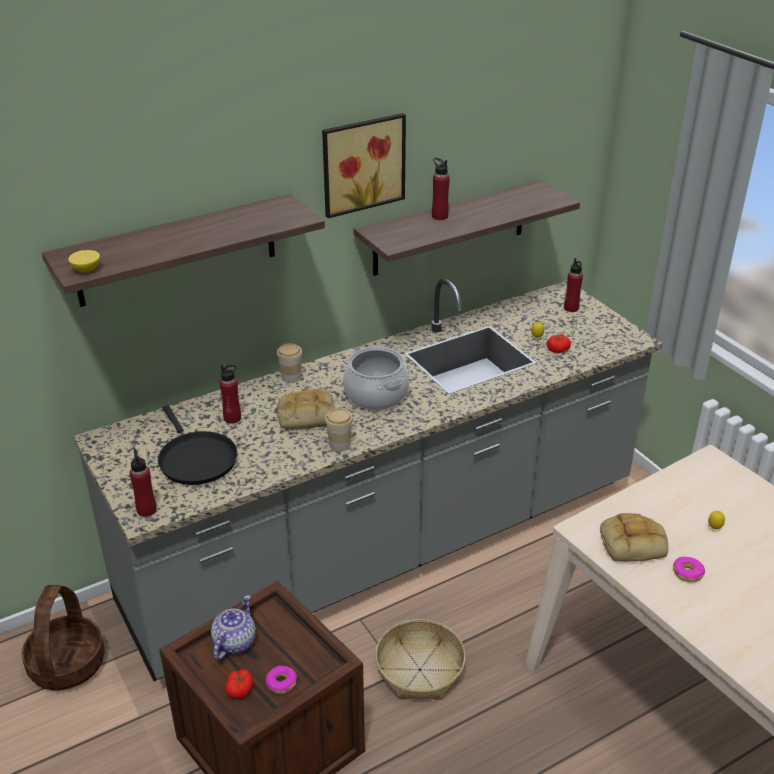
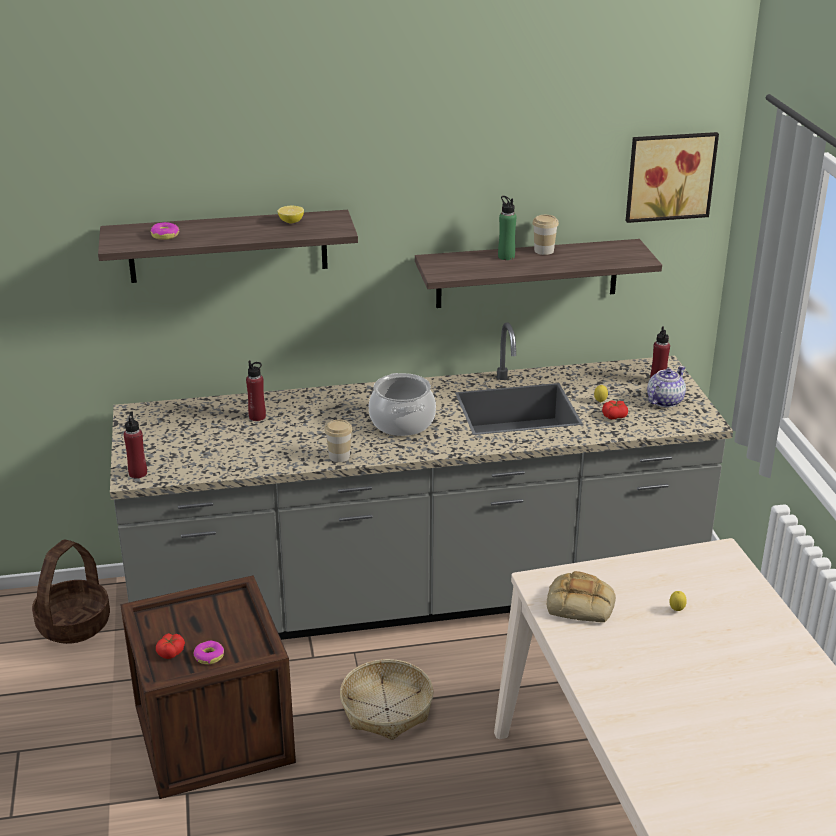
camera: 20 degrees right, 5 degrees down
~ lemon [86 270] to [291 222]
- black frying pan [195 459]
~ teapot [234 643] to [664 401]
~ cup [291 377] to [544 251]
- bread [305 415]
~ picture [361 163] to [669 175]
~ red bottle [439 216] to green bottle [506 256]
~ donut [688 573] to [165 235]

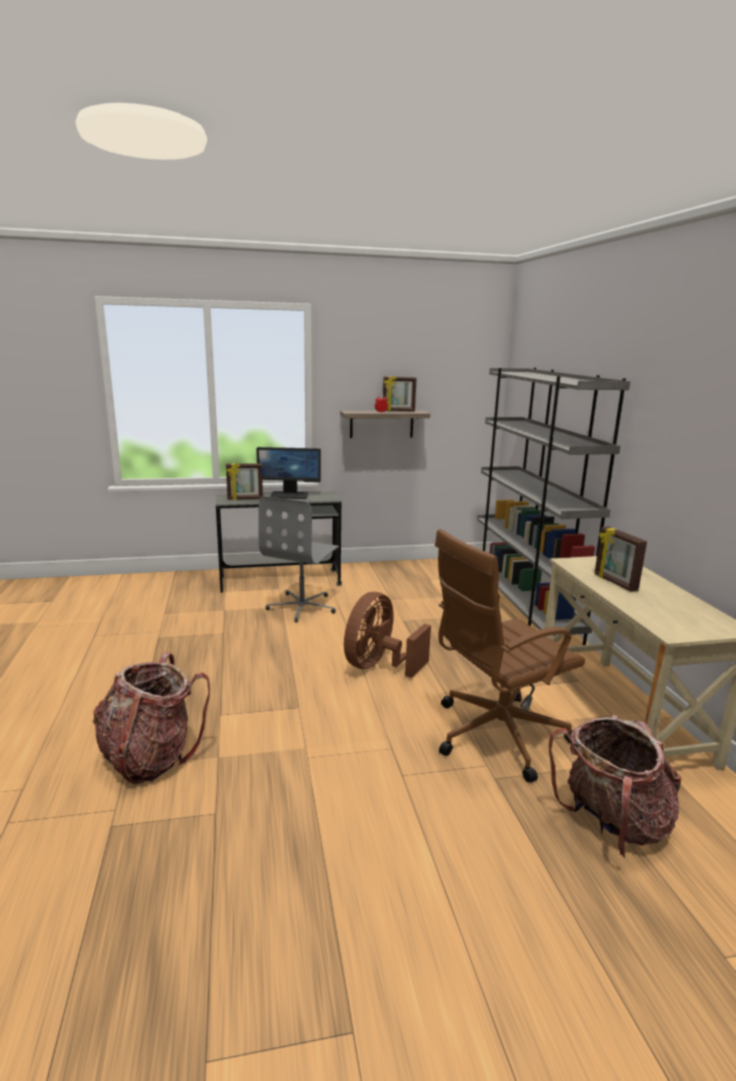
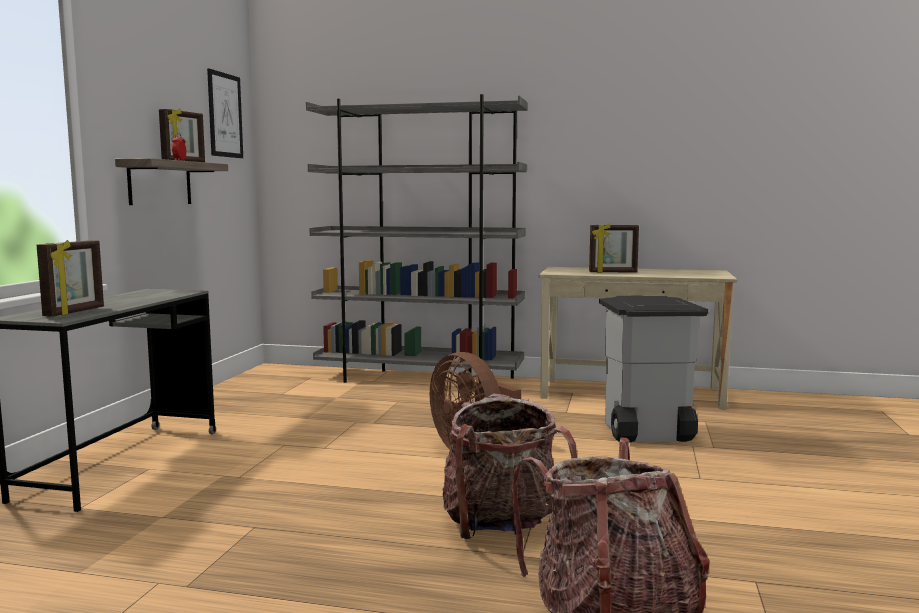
camera: 65 degrees left, 10 degrees down
- monitor [289 495]
- grey office chair [302 607]
~ brown office chair [495 735] to grey trash can [646 434]
~ backpack [611 823] to [502 526]
+ picture [225 115]

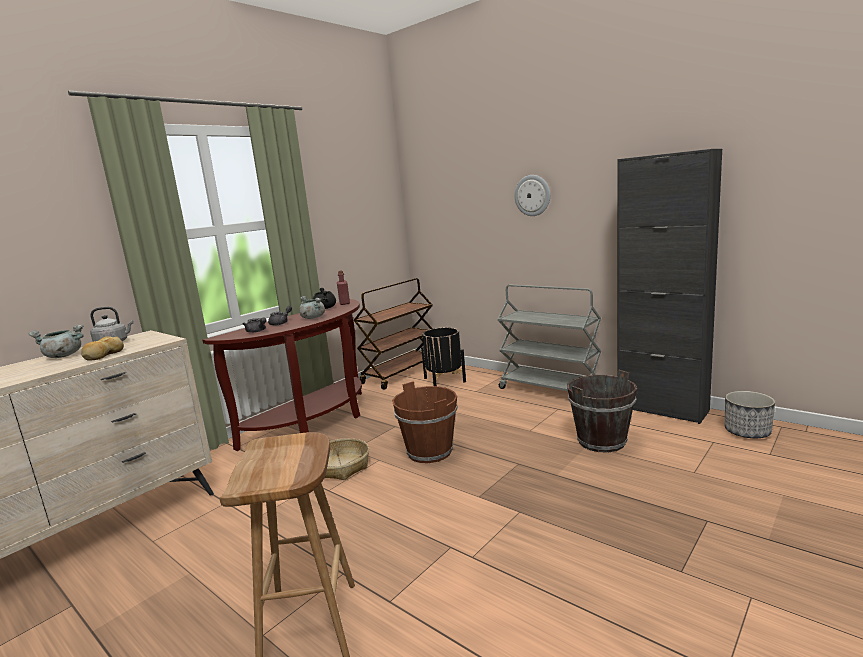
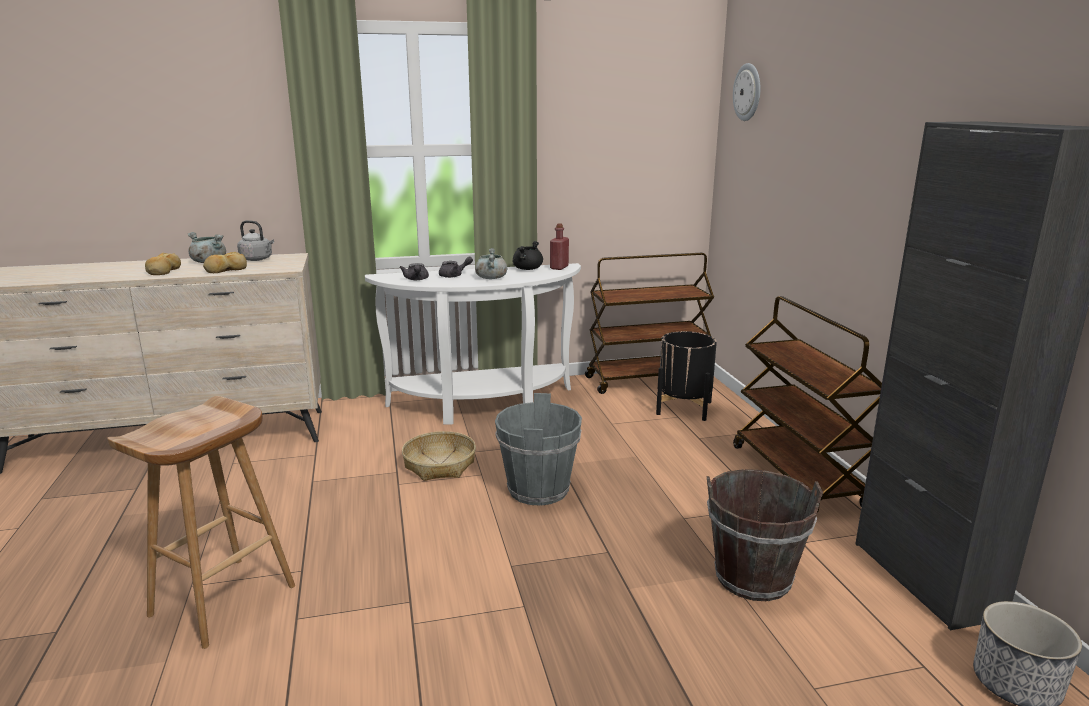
camera: 35 degrees right, 5 degrees up
~ brown console table [315 423] to white console table [483 406]
~ brown bucket [430 452] to grey bucket [539 490]
~ grey cart [550 390] to brown cart [798 476]
~ wall clock [532 195] to [748 92]
+ bread [163 271]

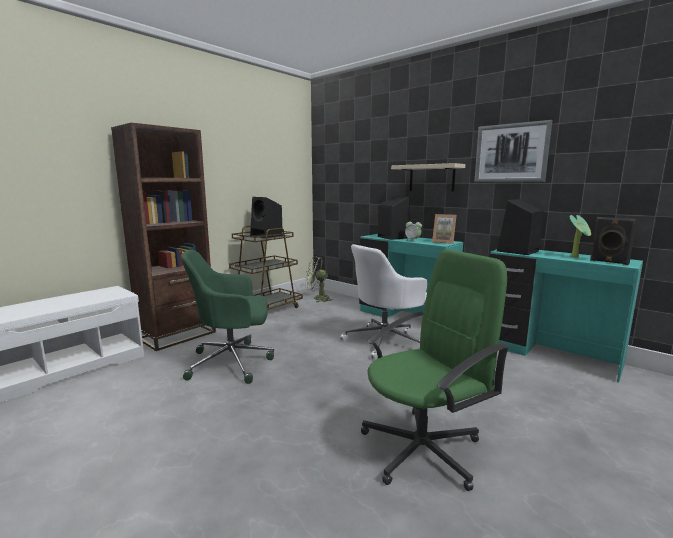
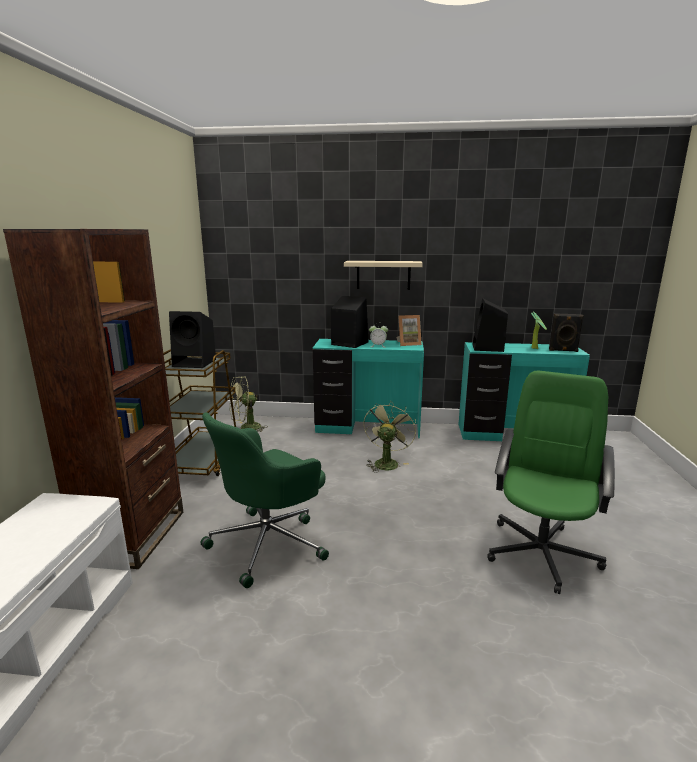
camera: 35 degrees left, 5 degrees up
~ white office chair [385 342] to green fan [386 462]
- picture [511 153]

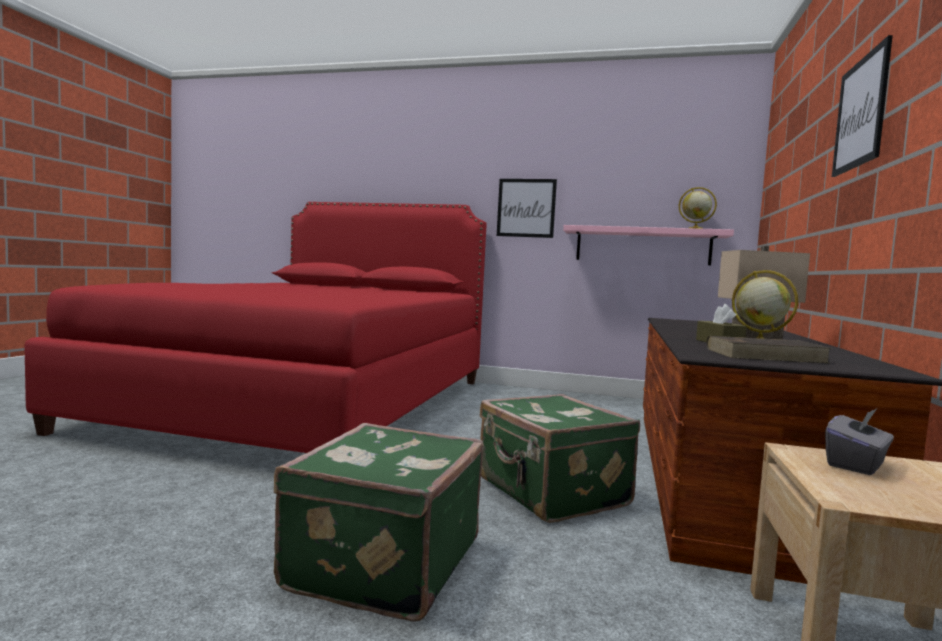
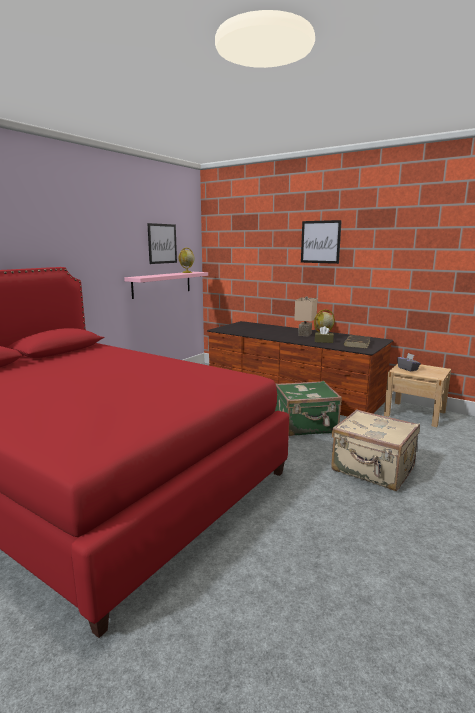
camera: 70 degrees left, 10 degrees up
~ green suitcase [380 563] to beige suitcase [373 470]
~ picture [526 208] to [162 243]

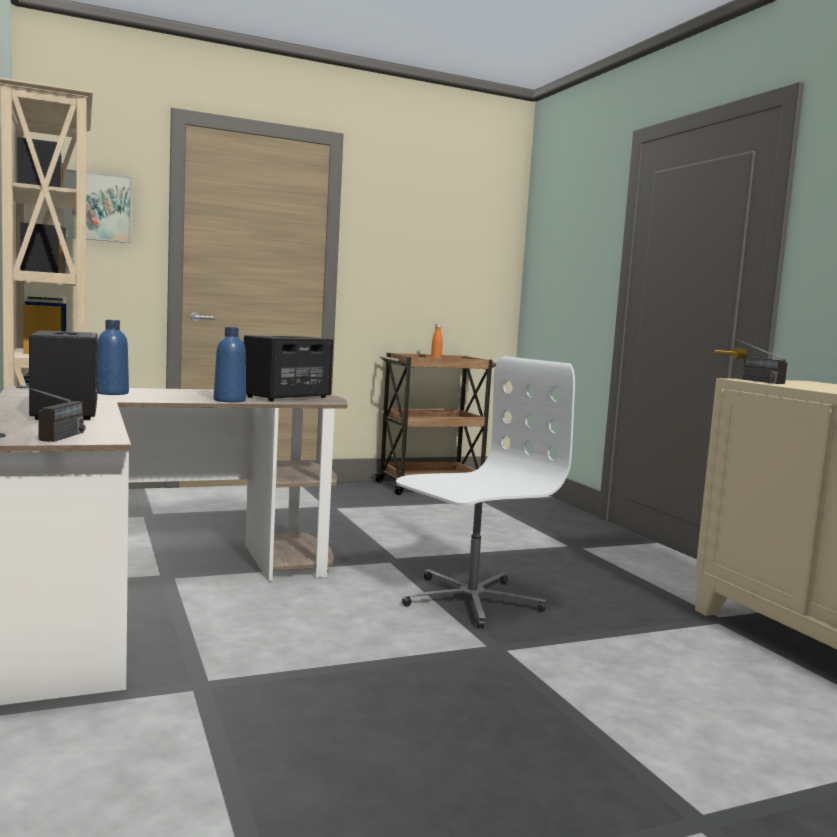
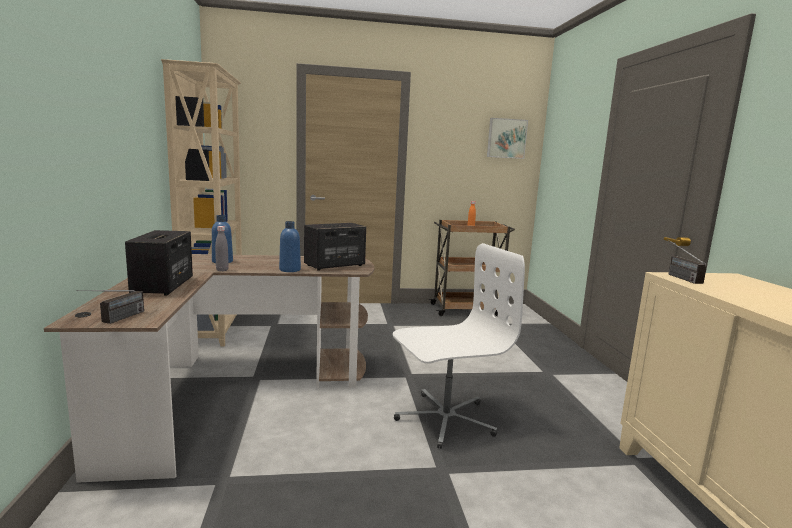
camera: 15 degrees right, 5 degrees up
~ picture [96 207] to [506 138]
+ grey bottle [222 270]

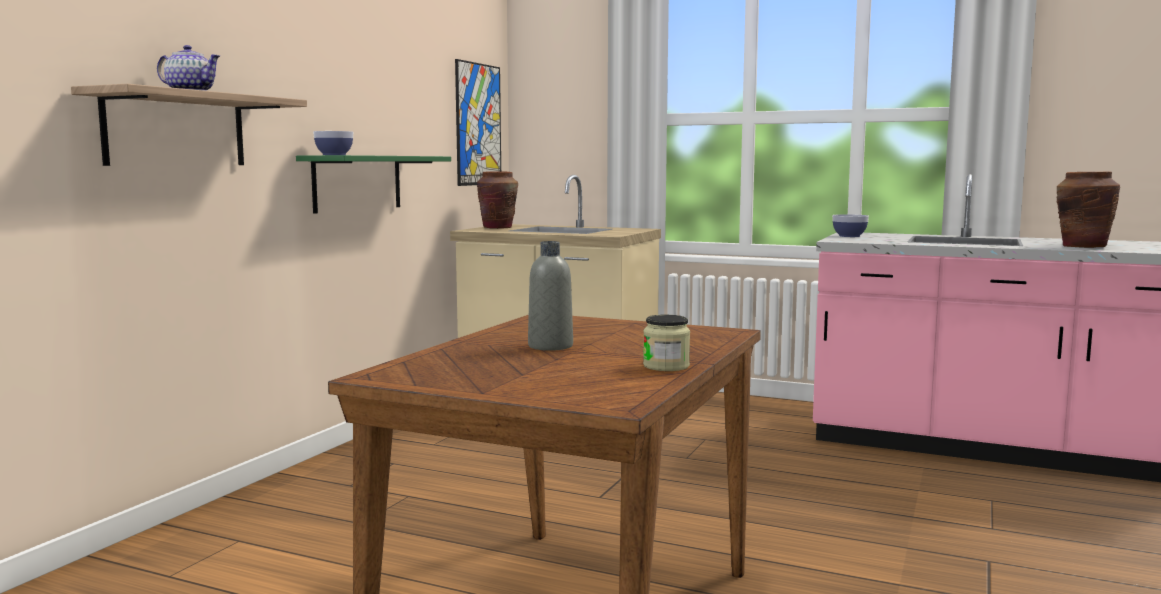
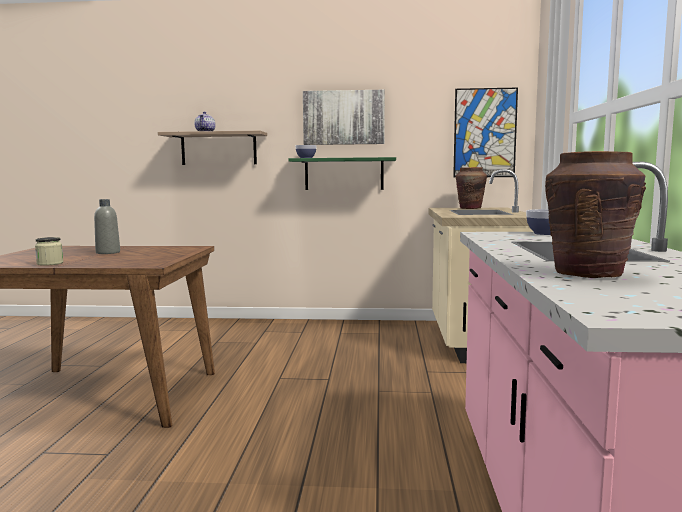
camera: 70 degrees right, 0 degrees up
+ picture [343 117]

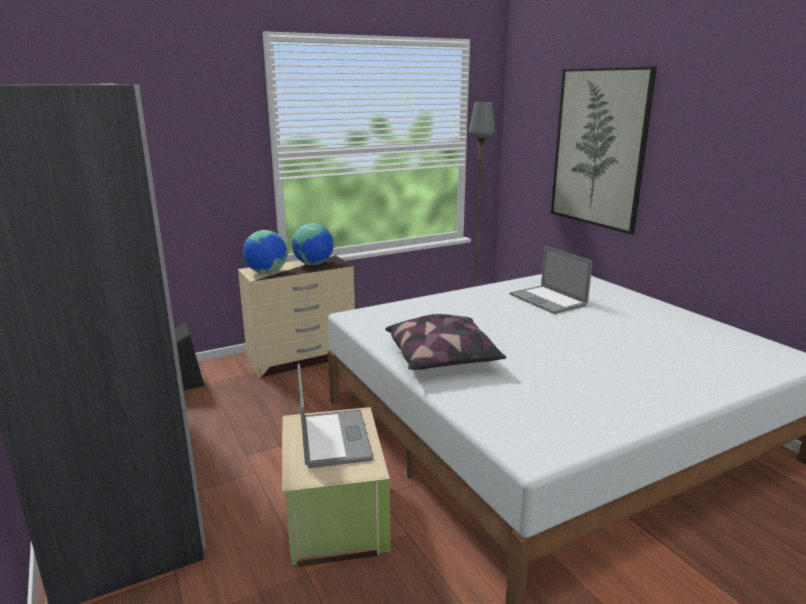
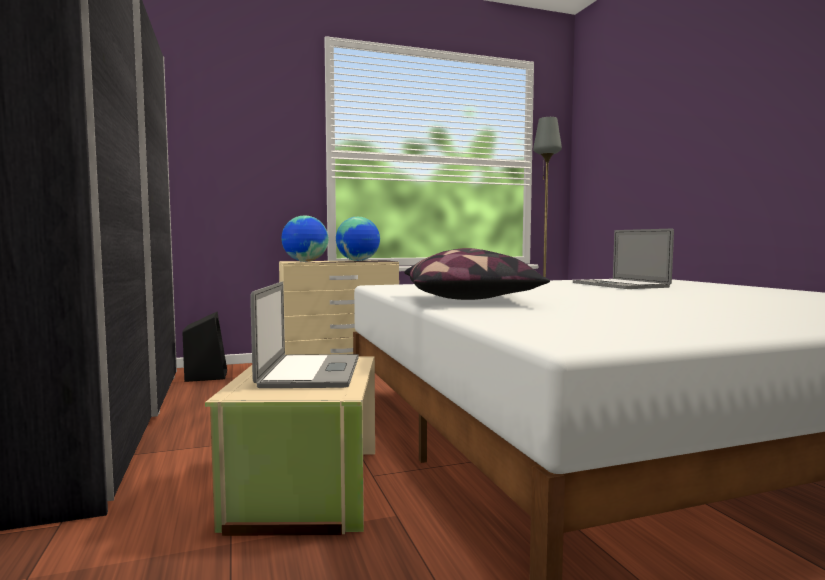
camera: 10 degrees right, 15 degrees down
- picture [599 148]

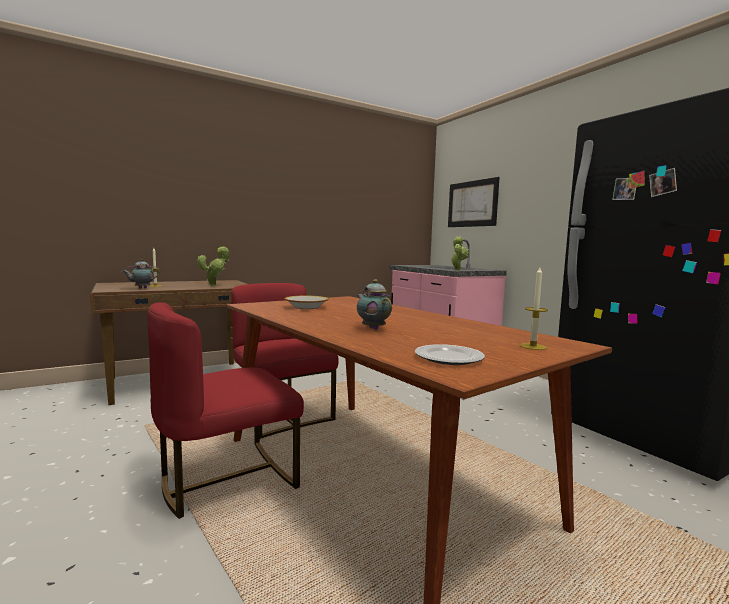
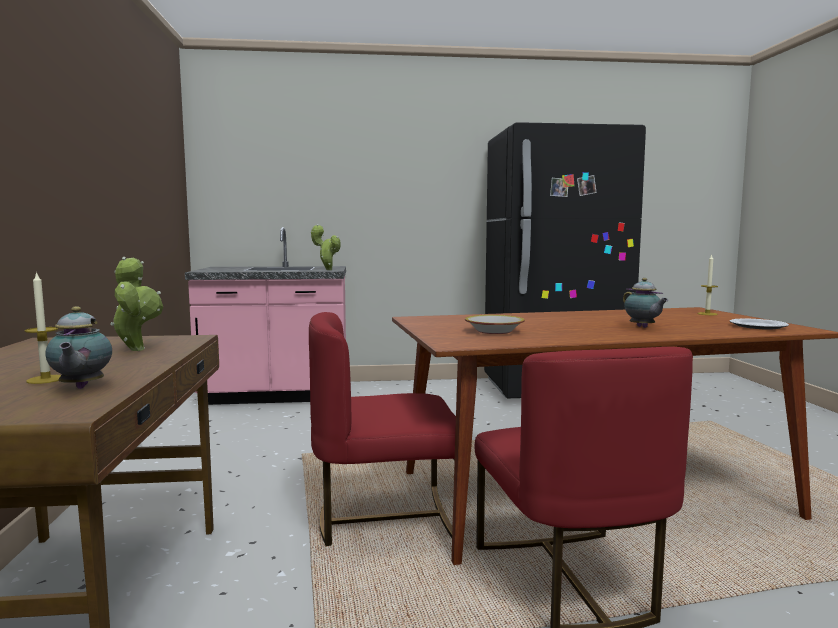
camera: 65 degrees left, 0 degrees up
~ teapot [373 328] = [643 327] 105 degrees counterclockwise
- picture [472 204]

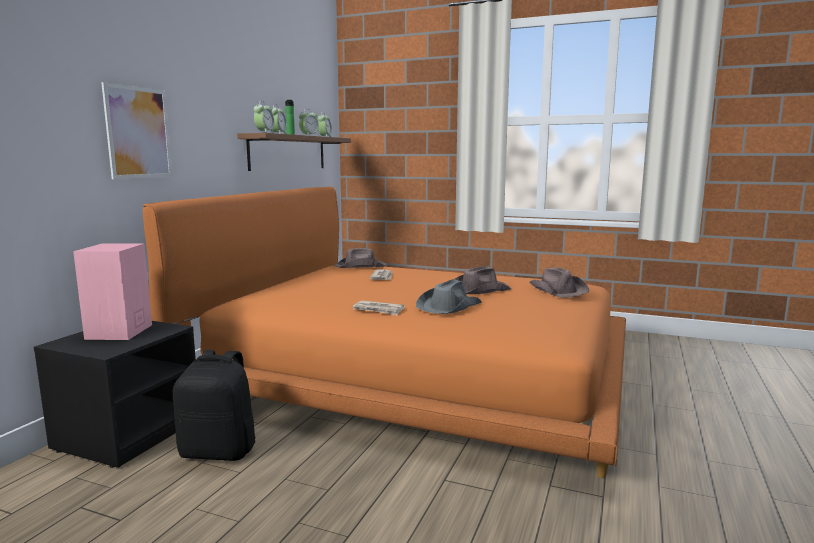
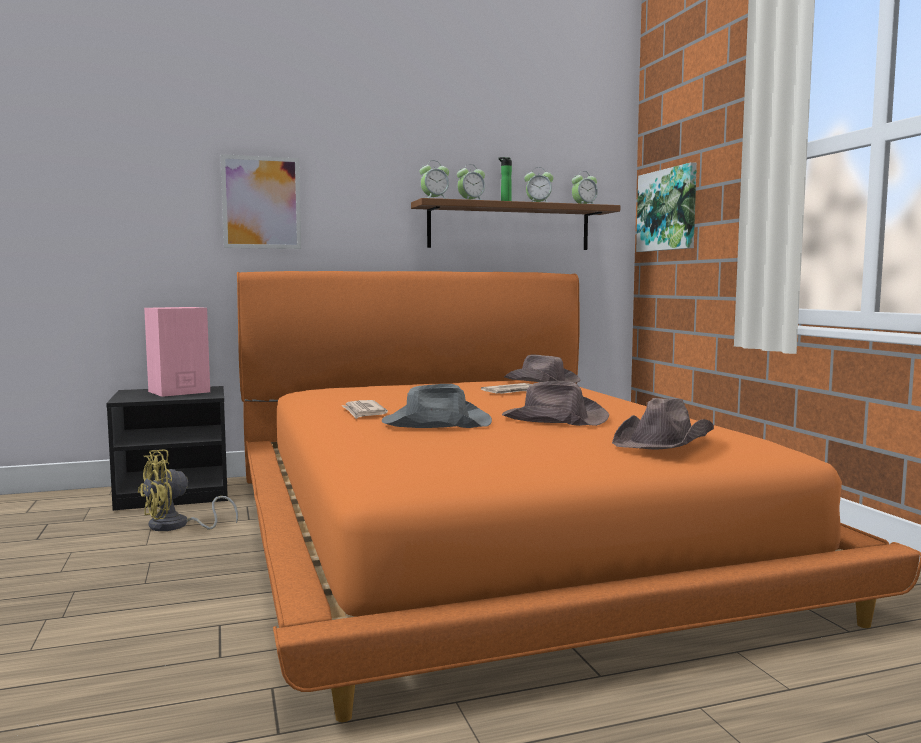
camera: 50 degrees right, 5 degrees down
~ black backpack [219 451] to yellow fan [176 526]
+ picture [668 210]

